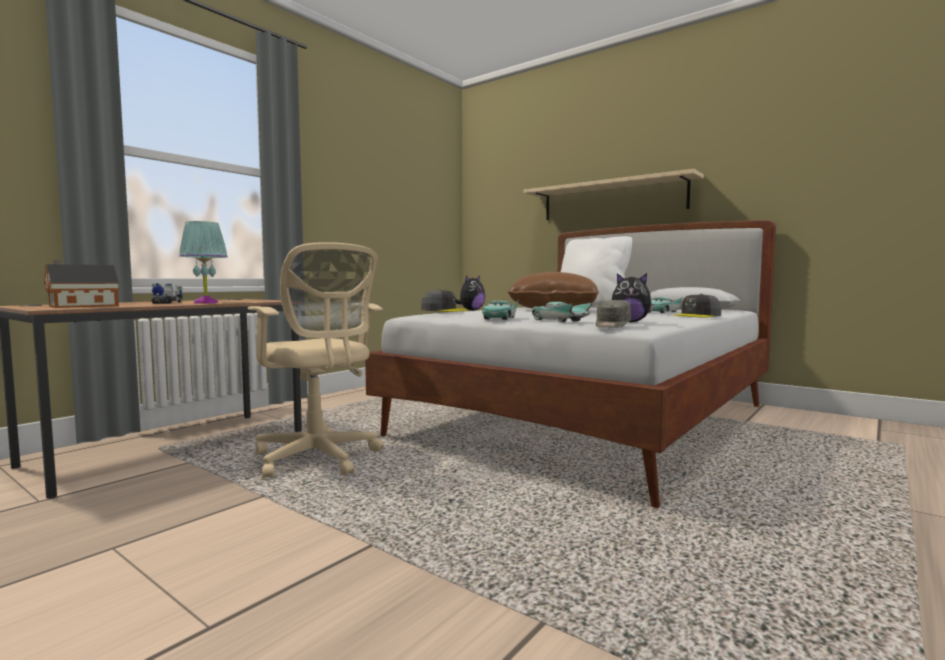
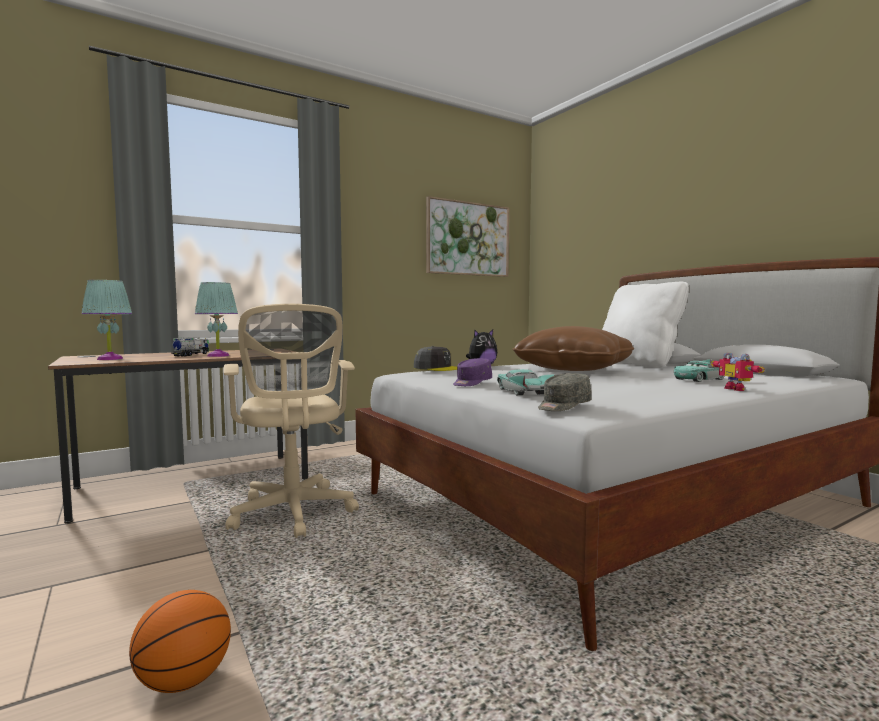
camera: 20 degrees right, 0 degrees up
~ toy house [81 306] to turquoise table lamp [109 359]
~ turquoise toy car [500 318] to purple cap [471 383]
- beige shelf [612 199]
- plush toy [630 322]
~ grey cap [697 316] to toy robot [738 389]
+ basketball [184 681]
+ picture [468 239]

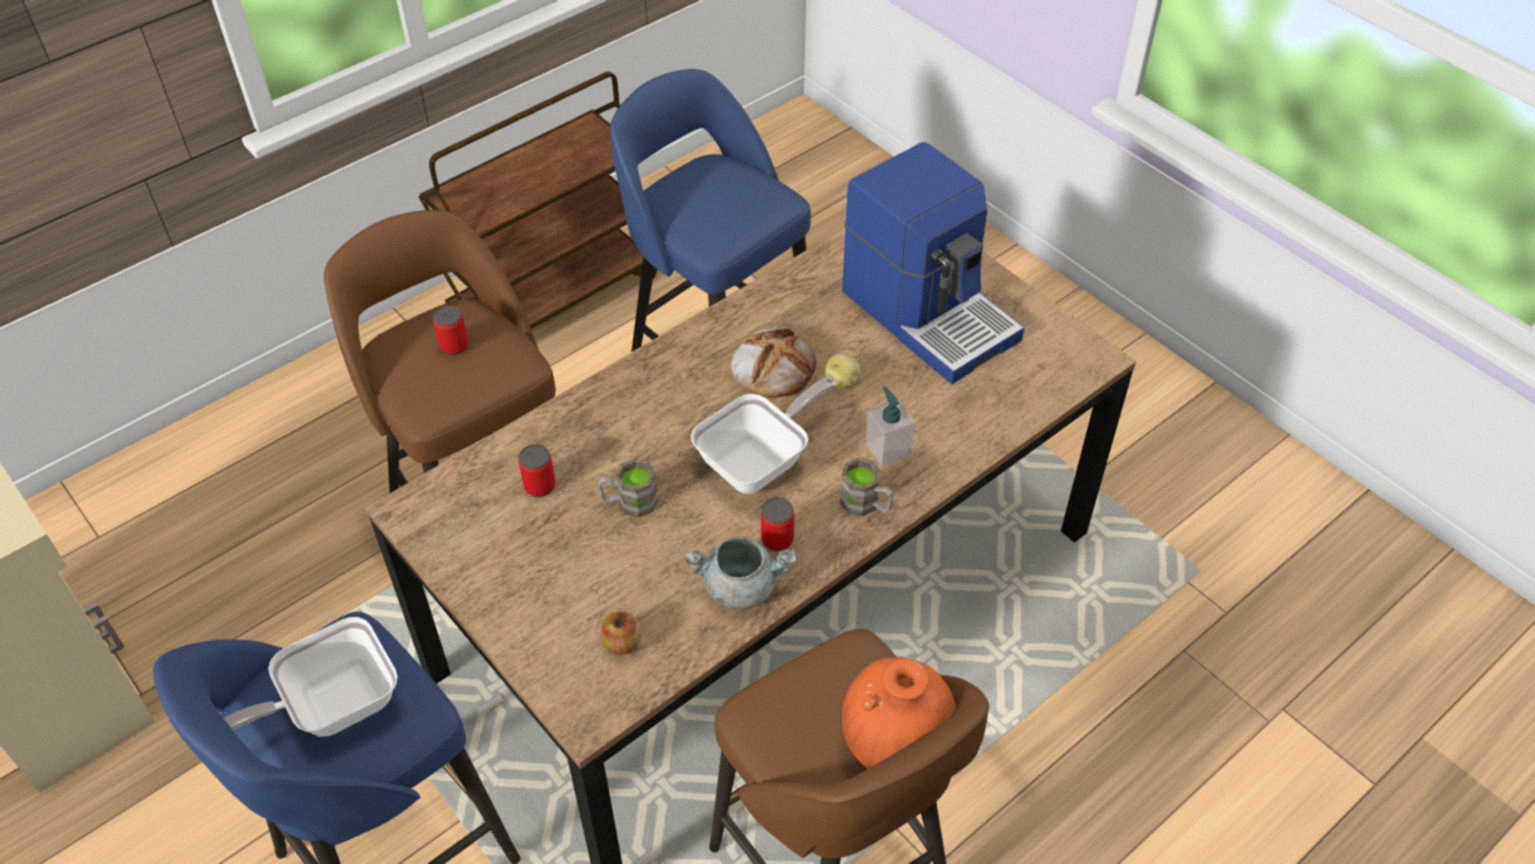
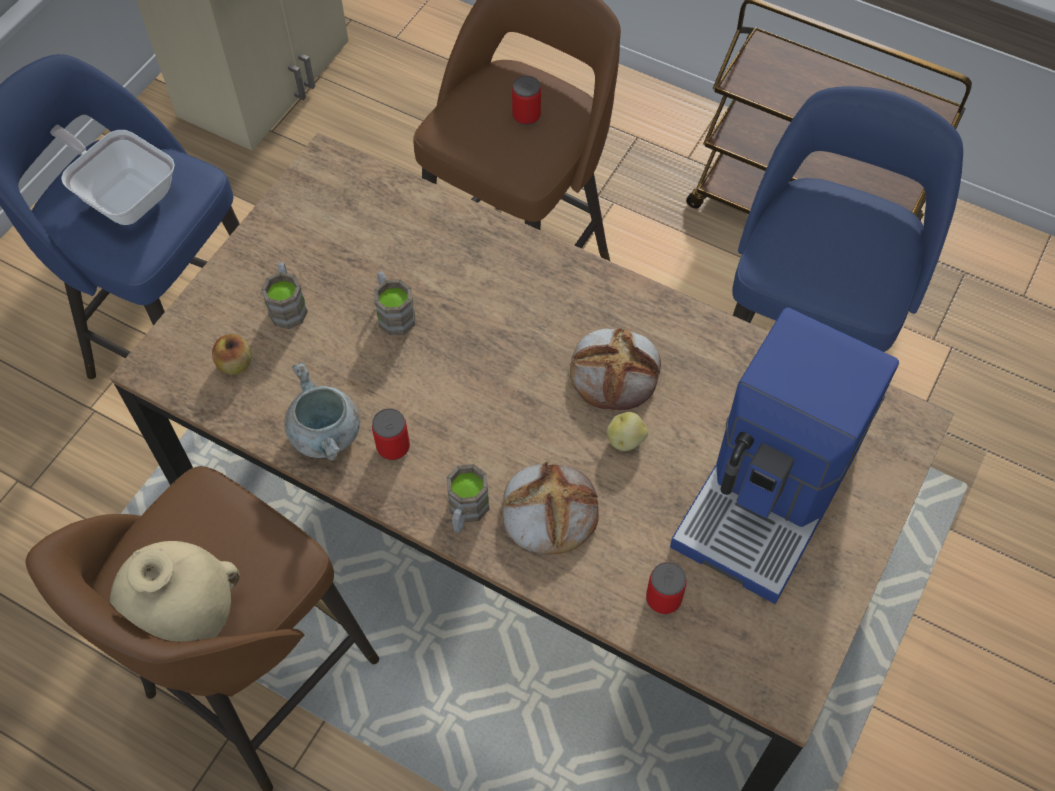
camera: 70 degrees right, 10 degrees up
~ can [540 486] to [663 598]
- frying pan [760 462]
~ orange vase [895 750] to beige vase [185 623]
~ soap dispenser [887 449] to bread [548 510]
+ brown mug [288 305]

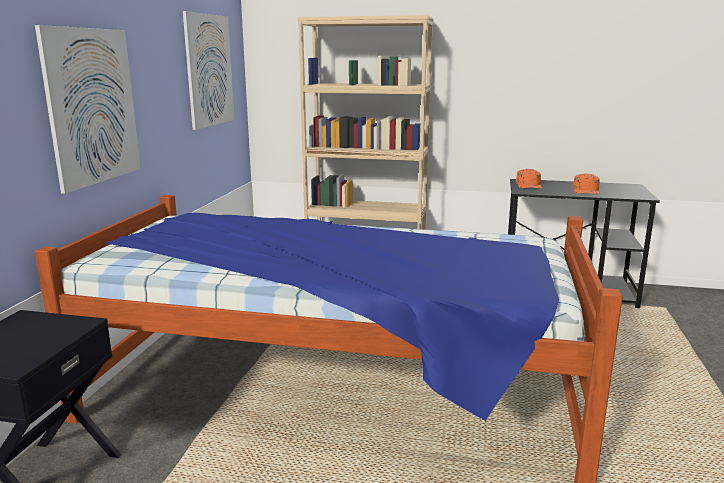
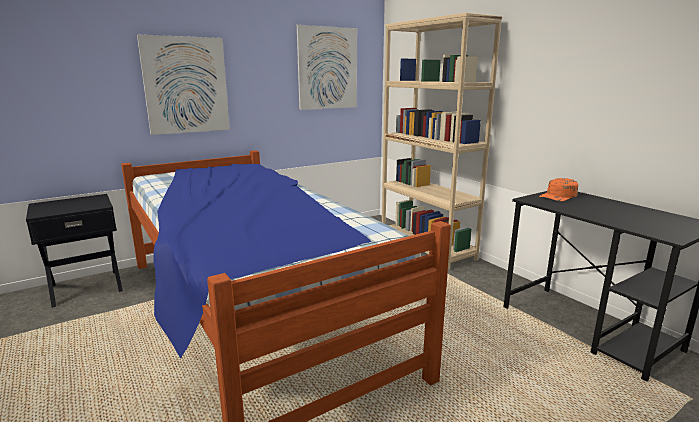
camera: 45 degrees right, 0 degrees up
- orange cap [586 190]

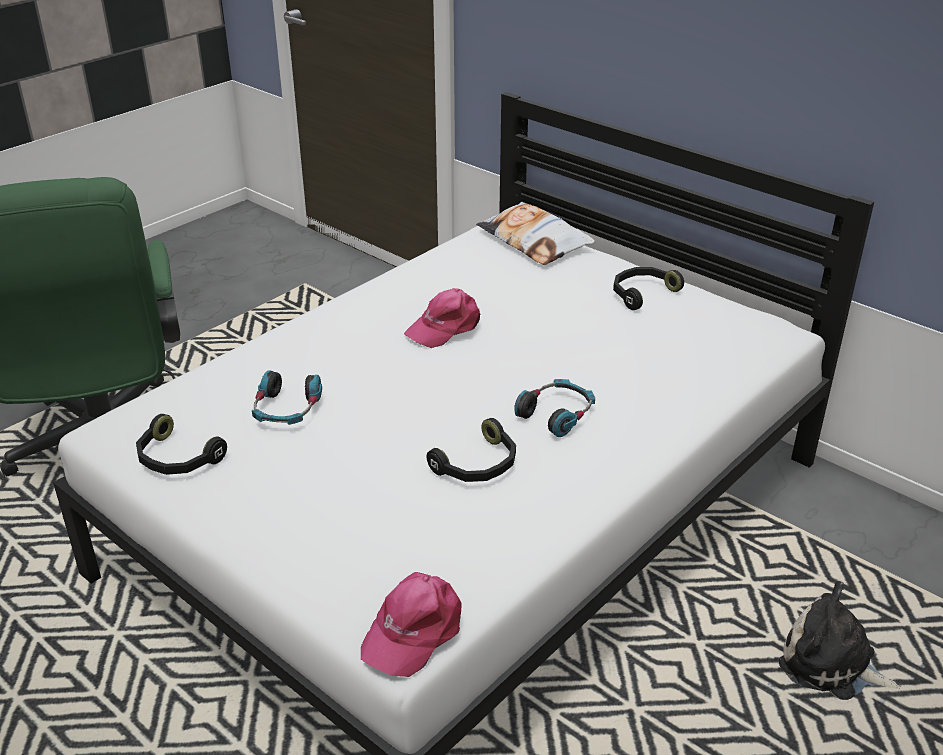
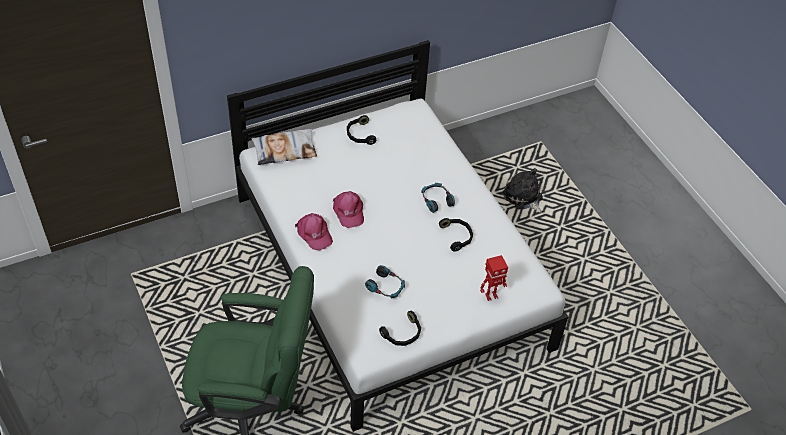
camera: 70 degrees left, 15 degrees up
~ pink cap [413 630] to [314 234]
~ plush toy [832 664] = [523 198] 90 degrees clockwise
+ toy robot [491 295]

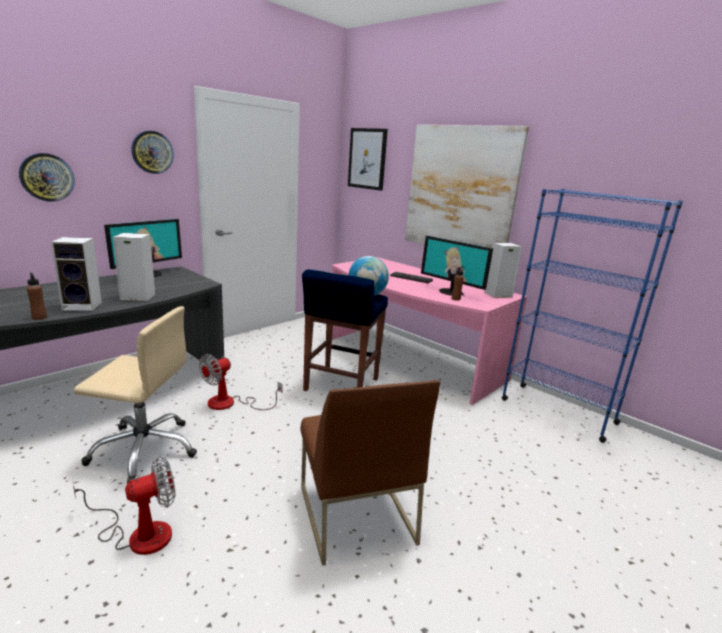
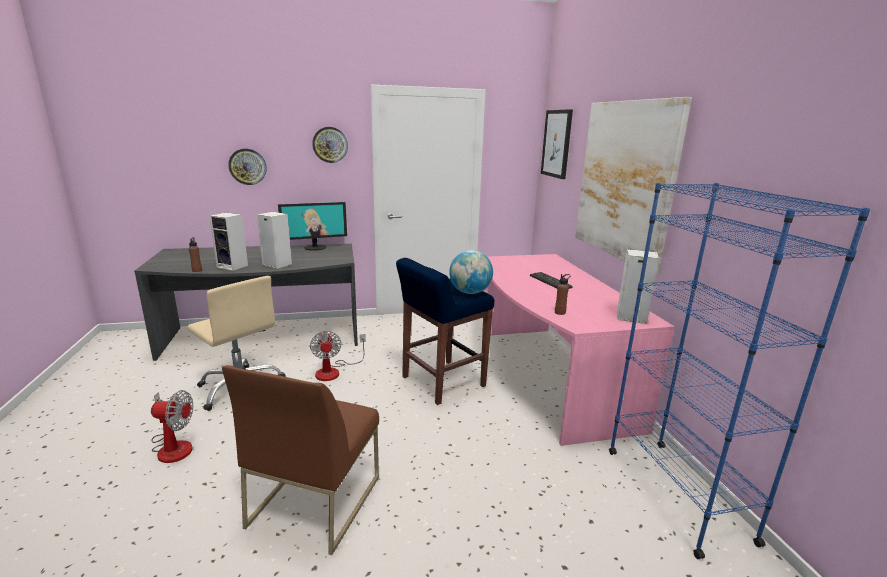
camera: 35 degrees right, 0 degrees up
~ fan [231 403] = [334 371] 90 degrees counterclockwise
- monitor [451 292]

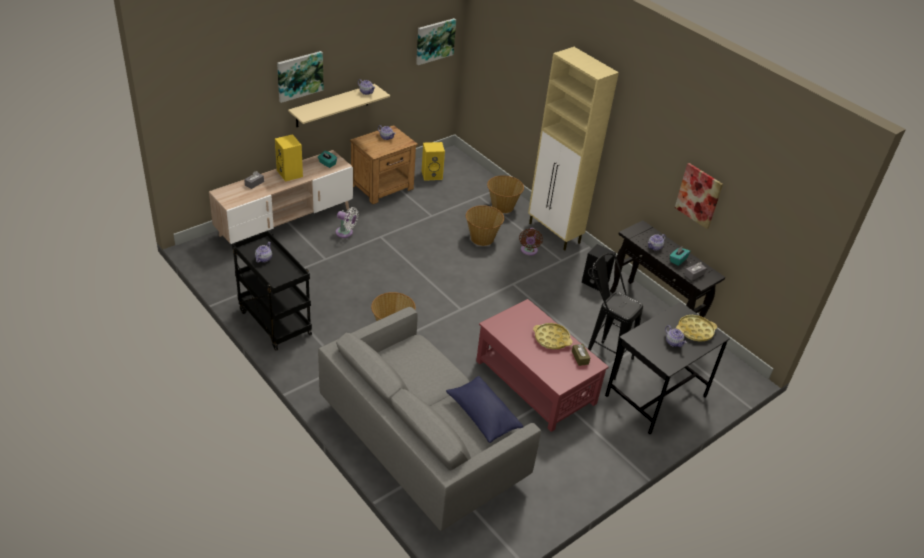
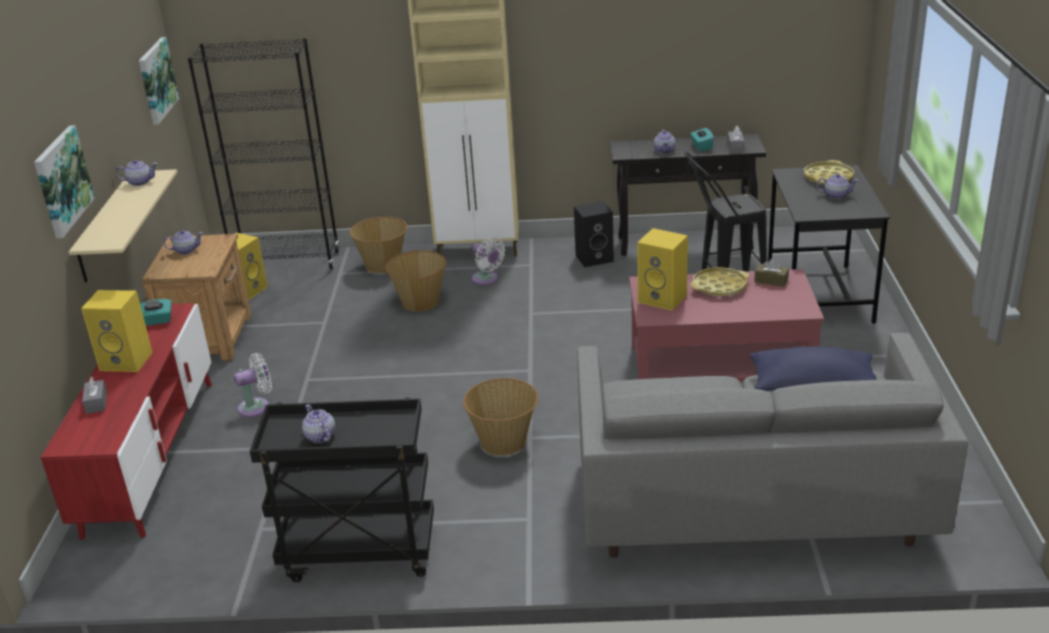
camera: 45 degrees left, 10 degrees down
~ beige tv stand [285 222] to red tv stand [151 455]
~ brown fan [528 251] to white fan [487 279]
- picture [699 195]
+ black bookcase [287 262]
+ yellow speaker [663 298]

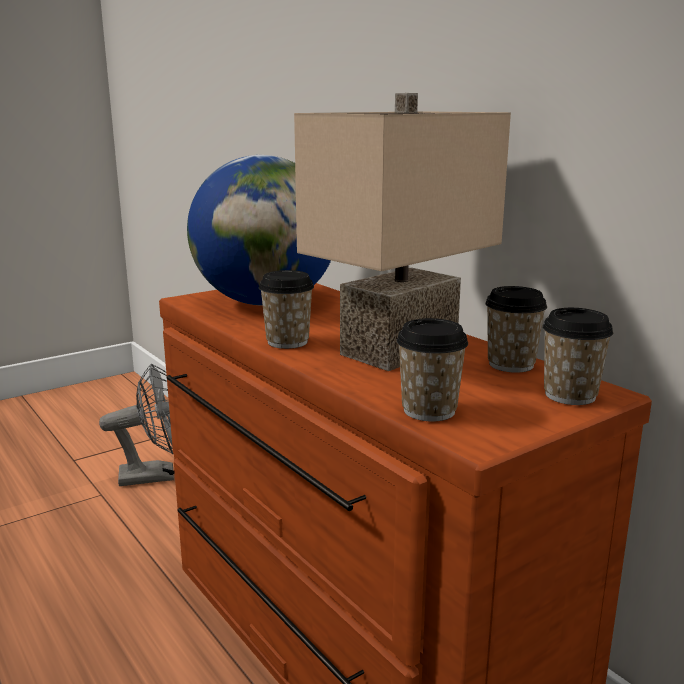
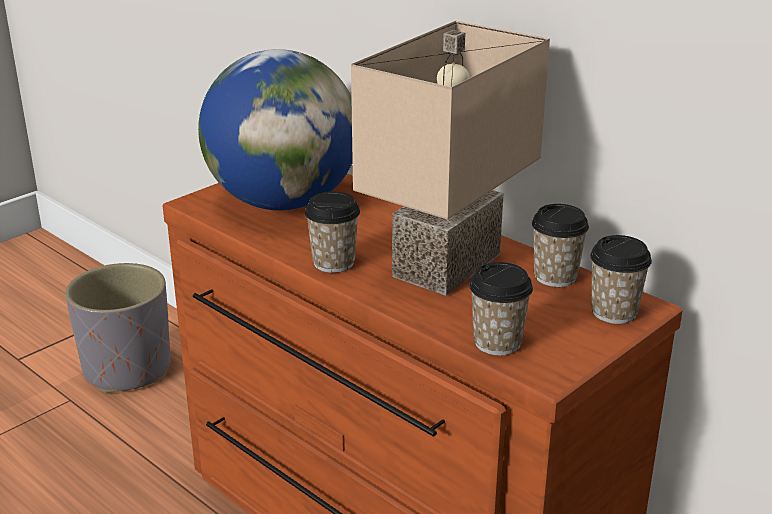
camera: 10 degrees left, 10 degrees up
~ grey fan [156 475] to grey planter [126 369]

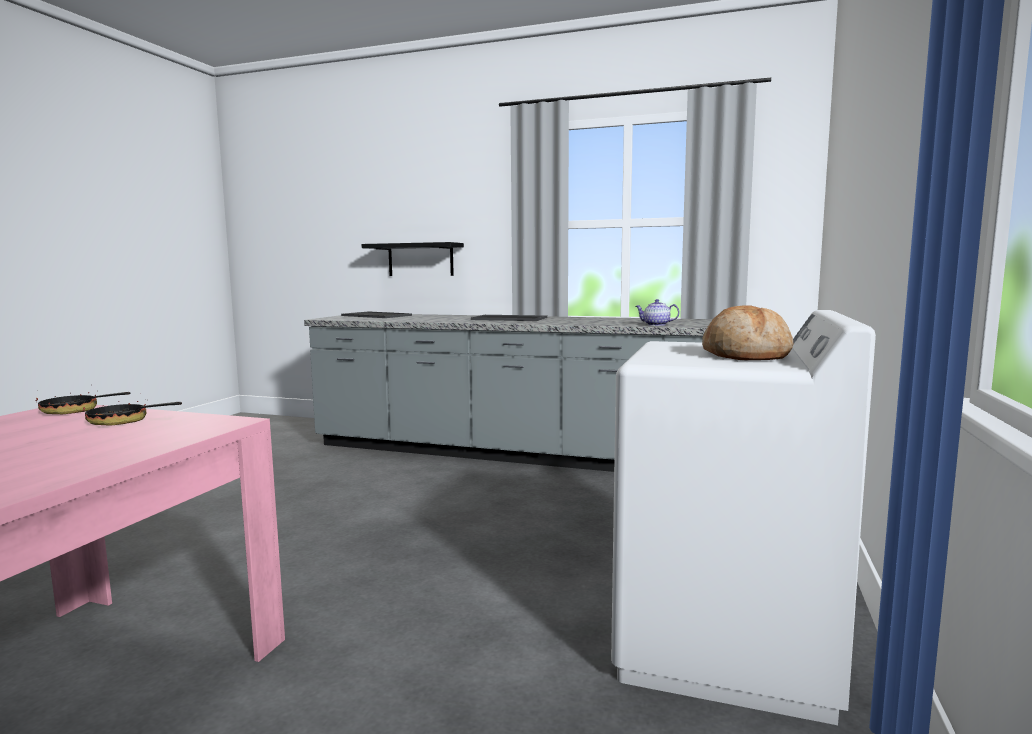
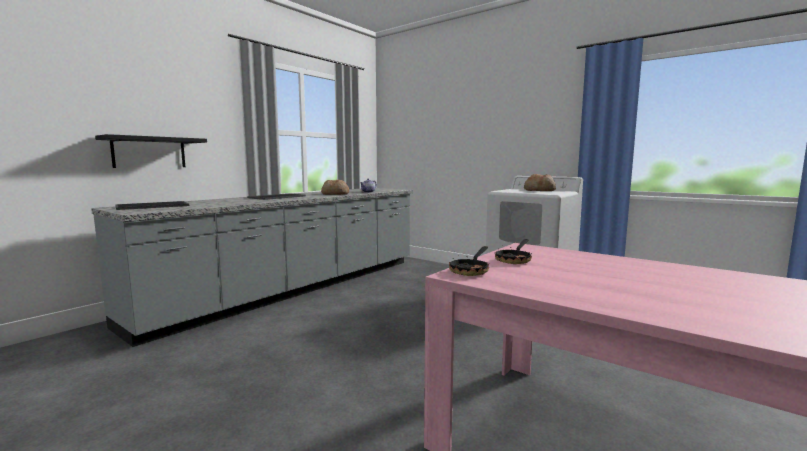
camera: 70 degrees left, 0 degrees up
+ bread [335 194]

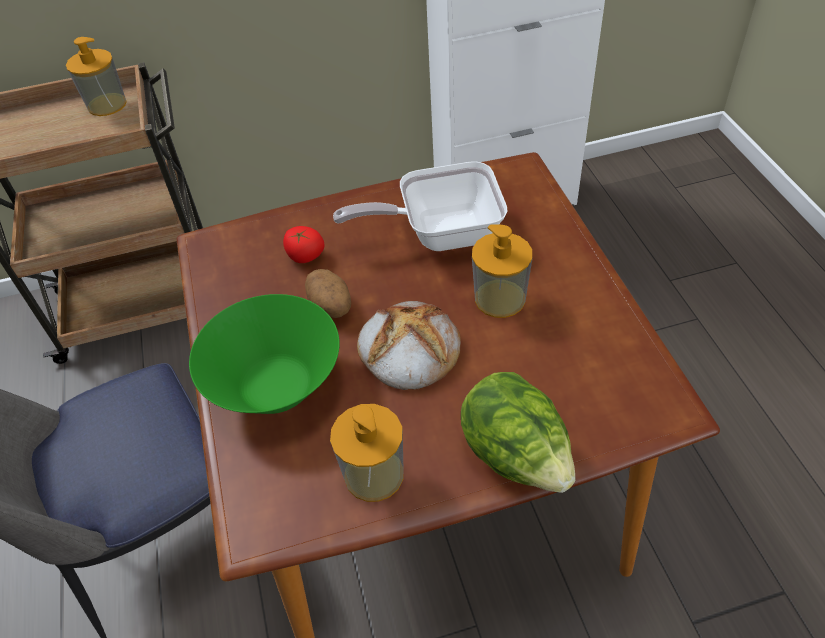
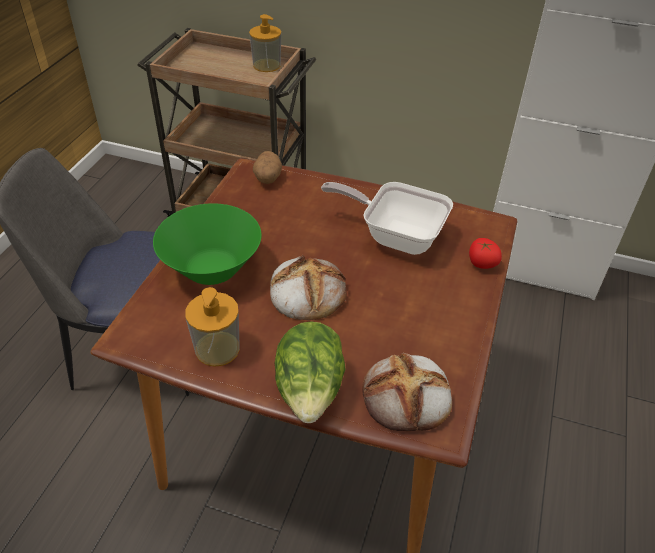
camera: 30 degrees right, 5 degrees down
~ tomato [305 256] to [481 263]
~ potato [331 307] to [267 178]
- soap dispenser [500 298]
+ bread [407 397]

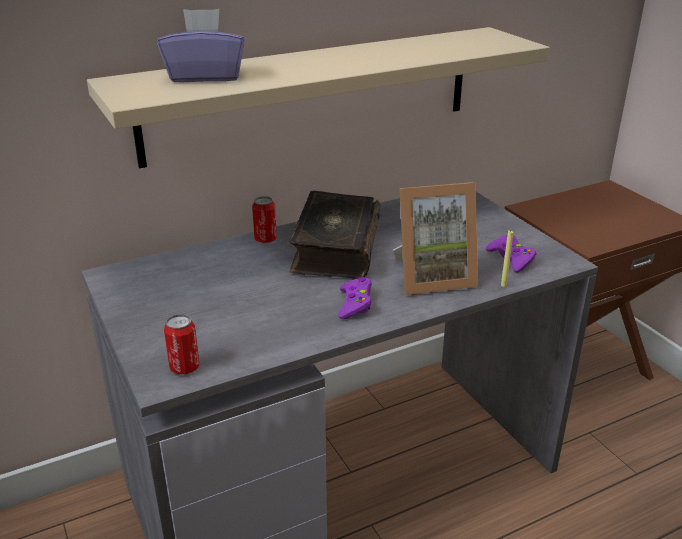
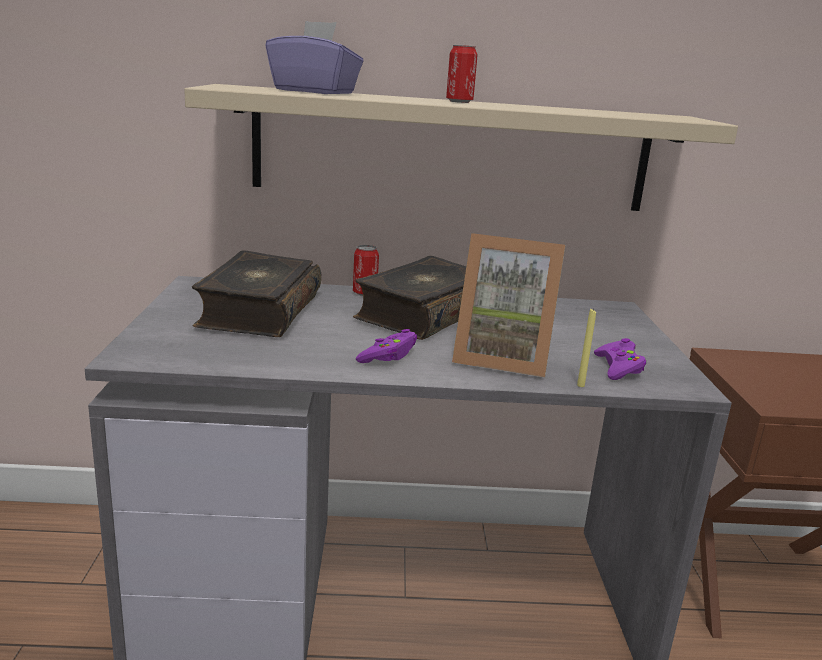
camera: 25 degrees right, 10 degrees down
~ can [184 367] to [459 102]
+ book [258 311]

